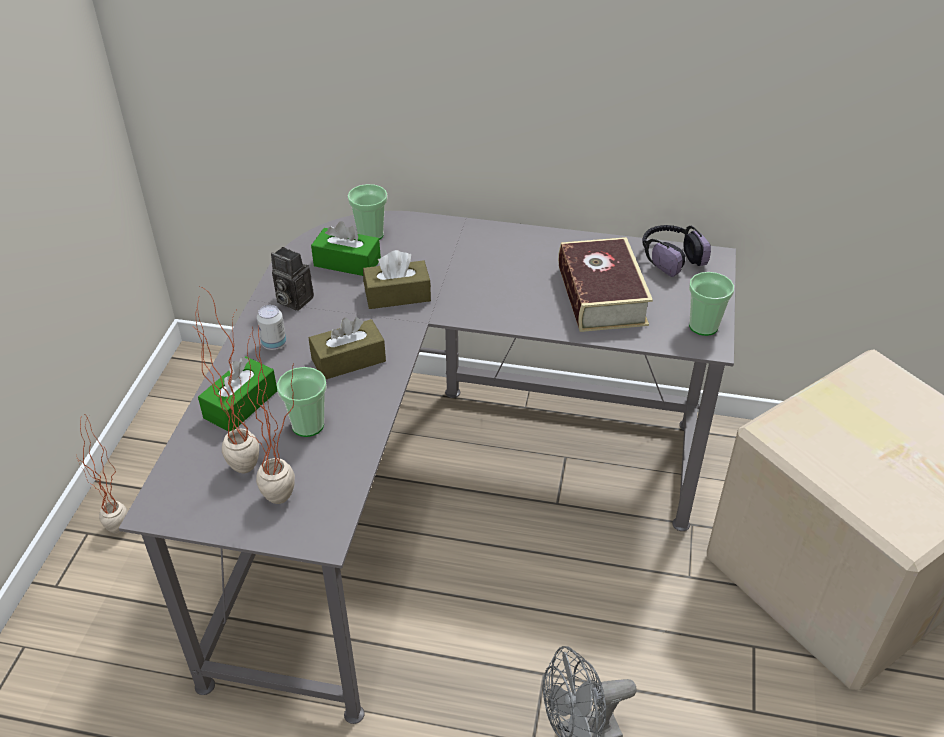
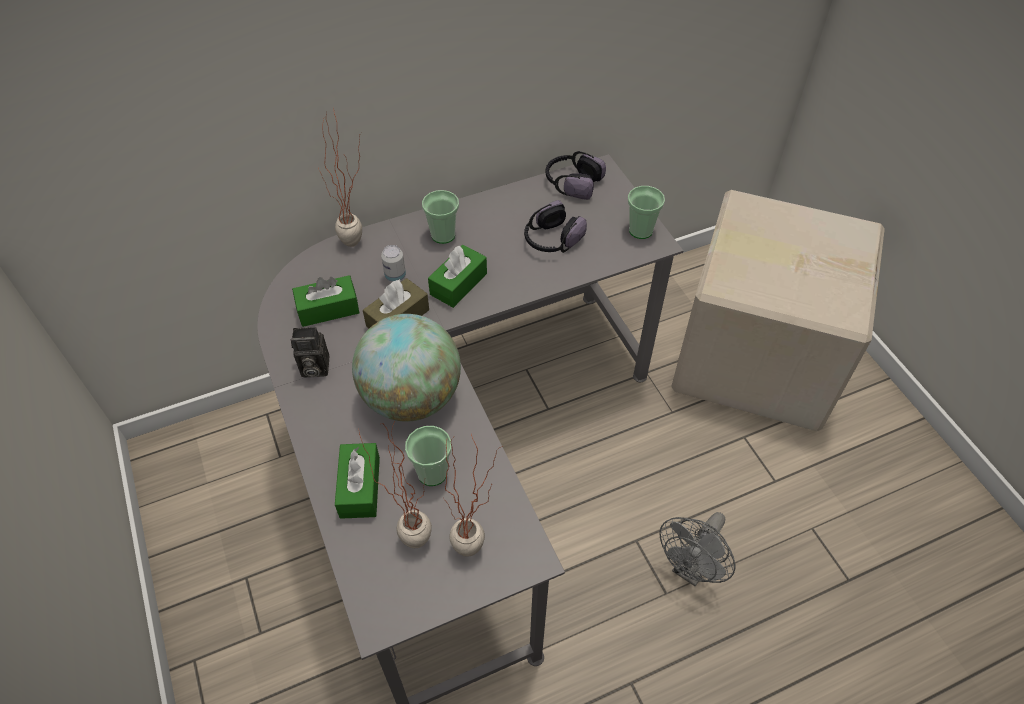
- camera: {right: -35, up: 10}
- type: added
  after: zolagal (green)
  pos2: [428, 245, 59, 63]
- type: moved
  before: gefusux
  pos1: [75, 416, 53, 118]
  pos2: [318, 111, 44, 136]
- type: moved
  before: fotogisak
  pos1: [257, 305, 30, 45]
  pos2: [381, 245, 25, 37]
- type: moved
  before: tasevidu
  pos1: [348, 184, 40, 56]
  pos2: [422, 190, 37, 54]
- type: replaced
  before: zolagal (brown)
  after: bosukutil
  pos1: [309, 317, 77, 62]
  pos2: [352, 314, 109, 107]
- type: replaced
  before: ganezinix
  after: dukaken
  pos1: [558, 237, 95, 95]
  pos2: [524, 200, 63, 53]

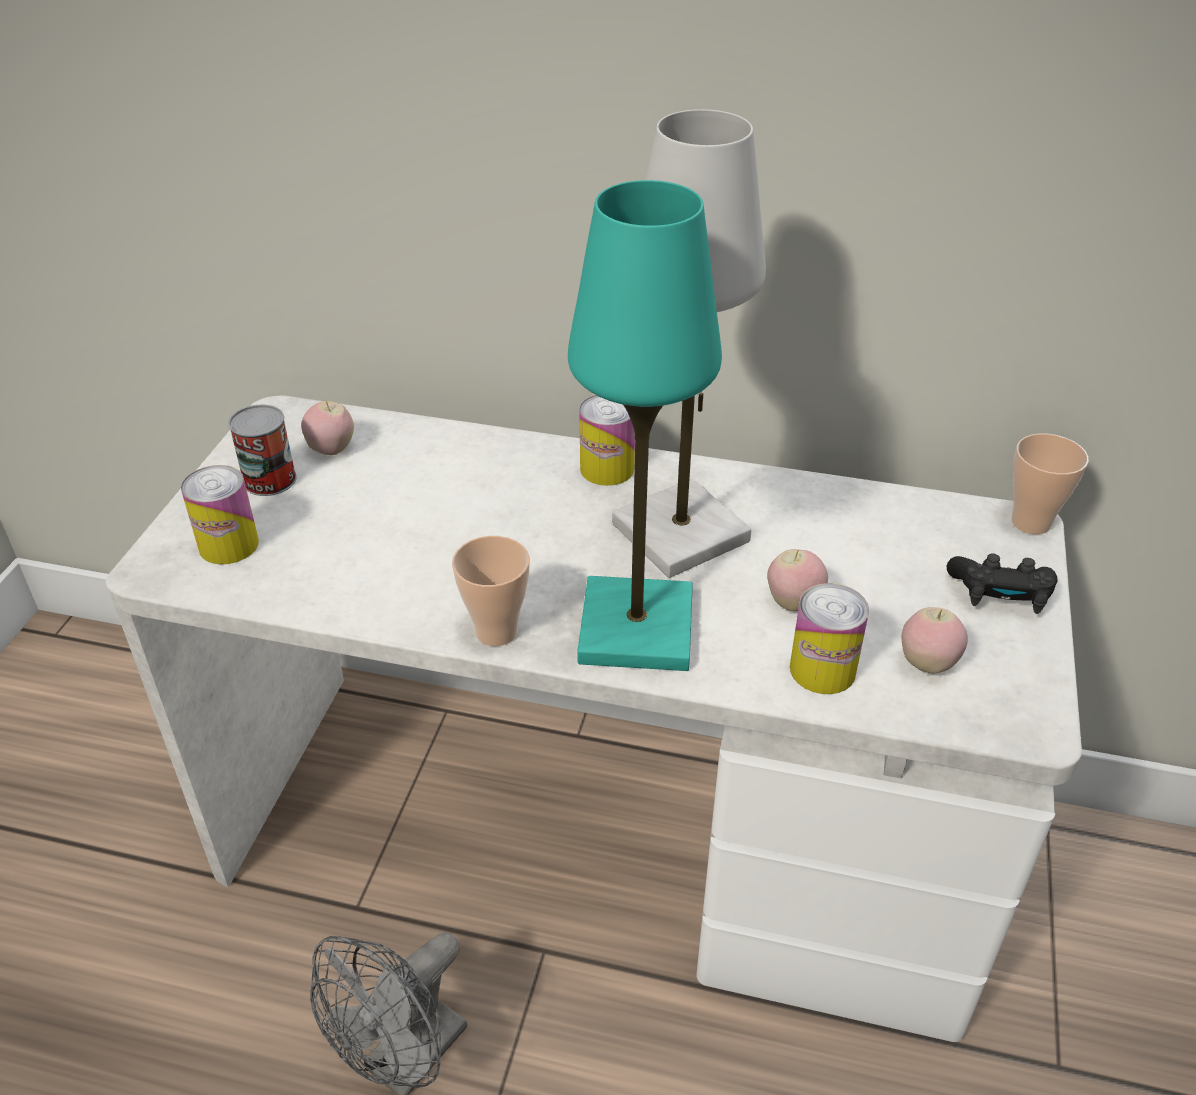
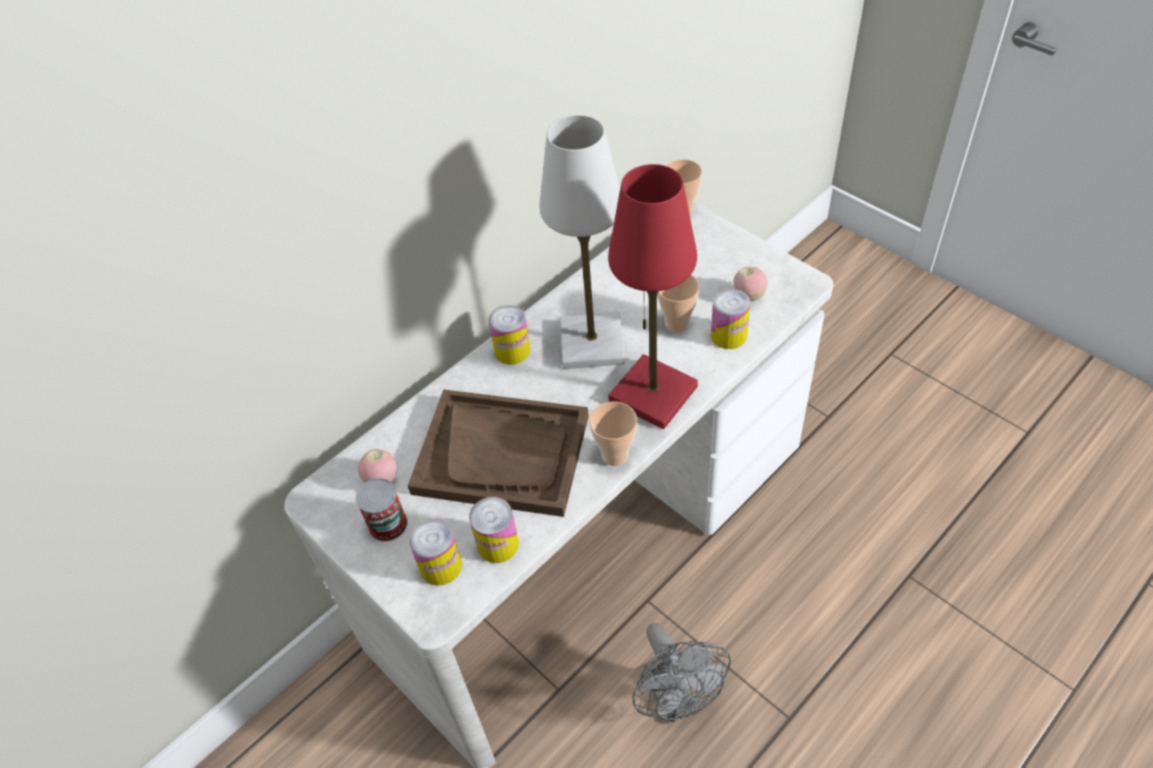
- camera: {right: -55, up: 10}
- type: removed
  before: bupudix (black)
  pos1: [947, 553, 111, 61]
- type: added
  after: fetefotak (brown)
  pos2: [408, 389, 181, 128]
- type: added
  after: fotogisak
  pos2: [469, 497, 50, 66]
- type: replaced
  before: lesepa
  after: tasevidu
  pos1: [767, 549, 61, 62]
  pos2: [657, 275, 43, 57]
- type: recoloured
  before: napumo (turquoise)
  after: napumo (red)
  pos1: [568, 180, 154, 491]
  pos2: [608, 164, 90, 265]

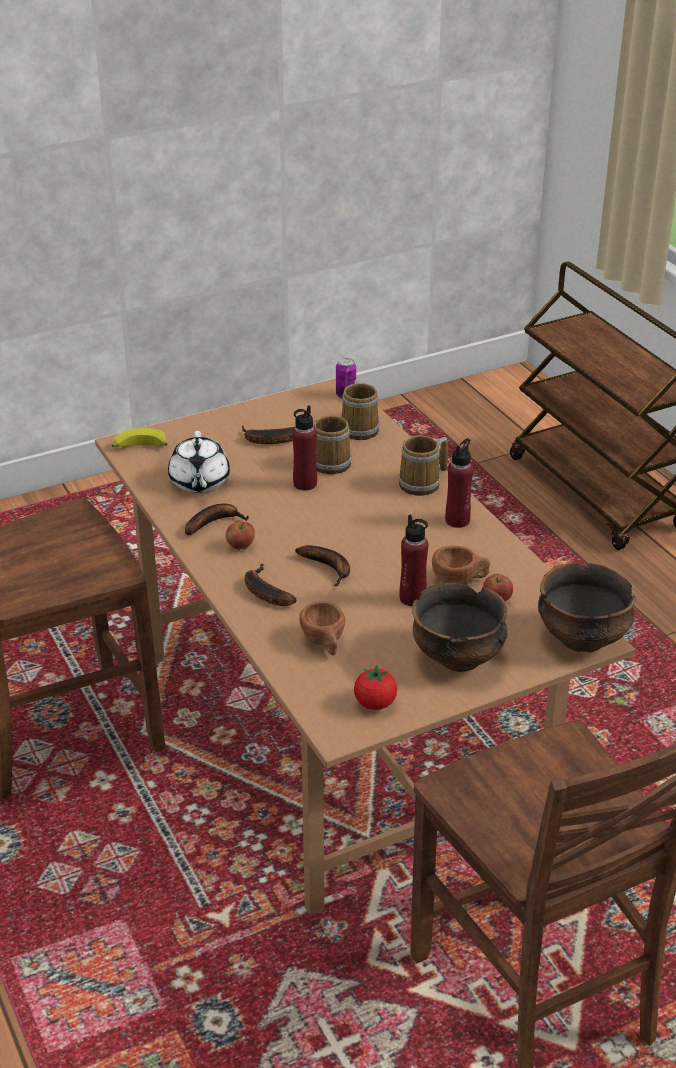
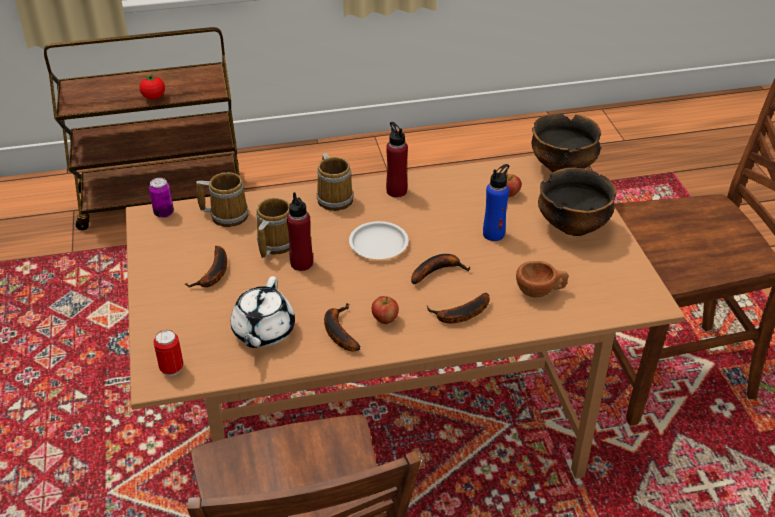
- camera: {right: -75, up: 5}
- type: removed
  before: tasevidu (brown)
  pos1: [432, 546, 58, 37]
- type: added
  after: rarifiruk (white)
  pos2: [349, 221, 60, 38]
- type: moved
  before: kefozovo
  pos1: [354, 665, 43, 45]
  pos2: [140, 74, 25, 25]
- type: replaced
  before: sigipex
  after: fotogisak
  pos1: [112, 428, 56, 19]
  pos2: [153, 330, 30, 46]
- type: recoloured
  before: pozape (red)
  after: pozape (blue)
  pos1: [399, 515, 29, 91]
  pos2: [483, 164, 26, 77]
- type: turned
  before: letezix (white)
  pos1: [168, 431, 62, 62]
  pos2: [231, 276, 64, 72]
  turn: 90

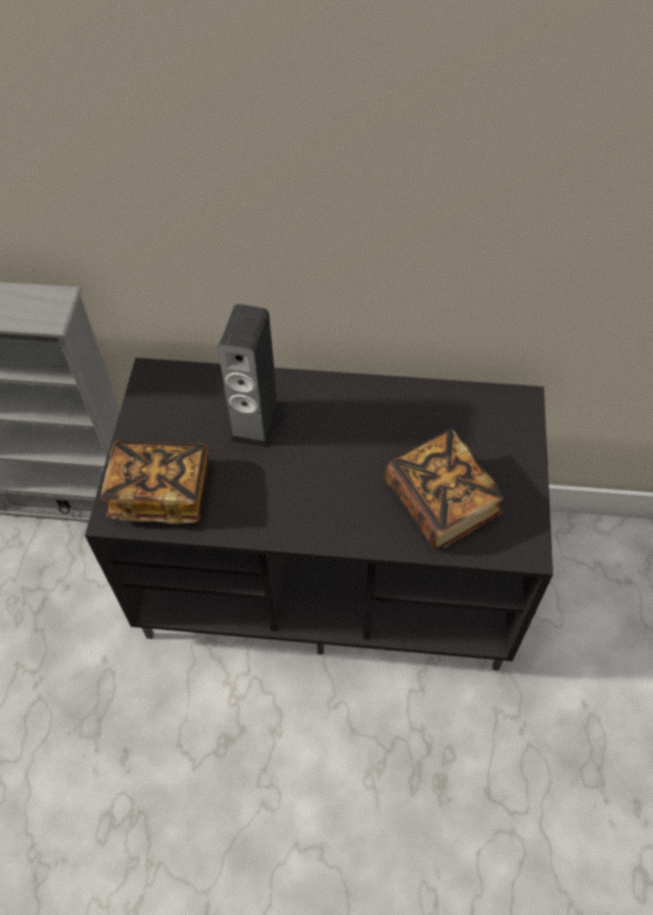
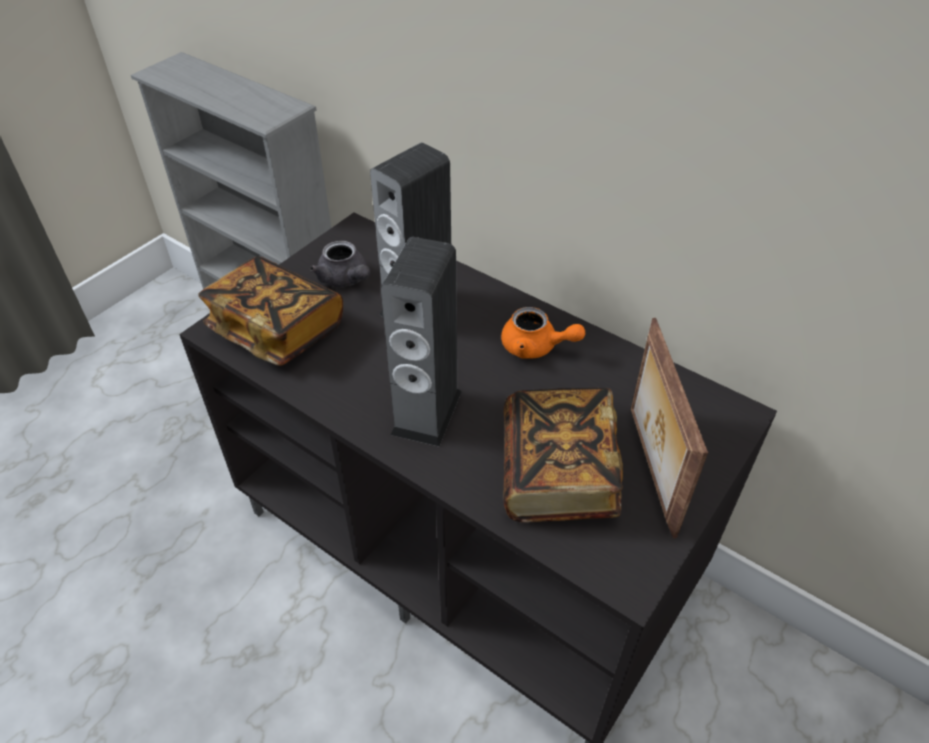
- camera: {right: 30, up: -10}
- type: added
  after: letezix (grey)
  pos2: [310, 241, 61, 46]
- type: added
  after: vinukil
  pos2: [381, 237, 81, 209]
- type: added
  after: letezix (orange)
  pos2: [501, 307, 84, 52]
- type: added
  after: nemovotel
  pos2: [631, 318, 77, 221]

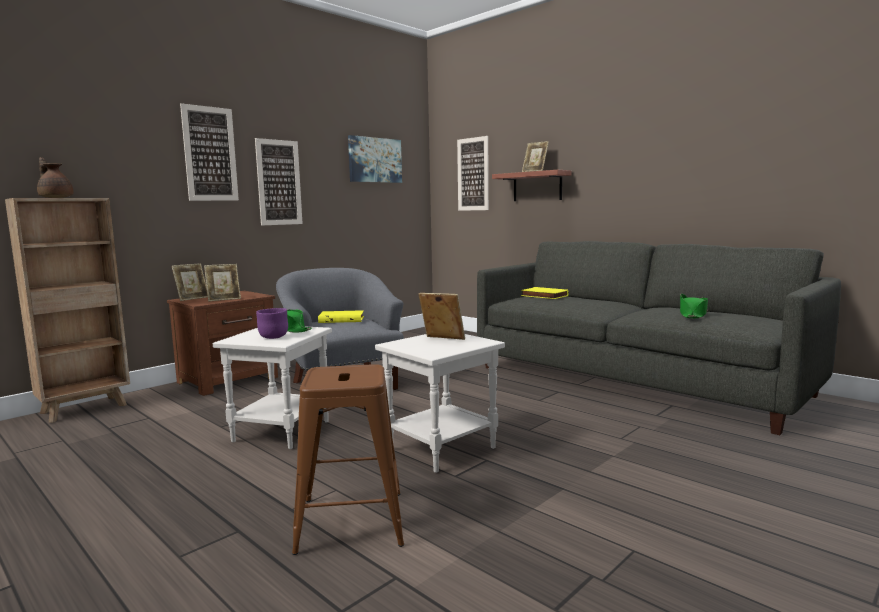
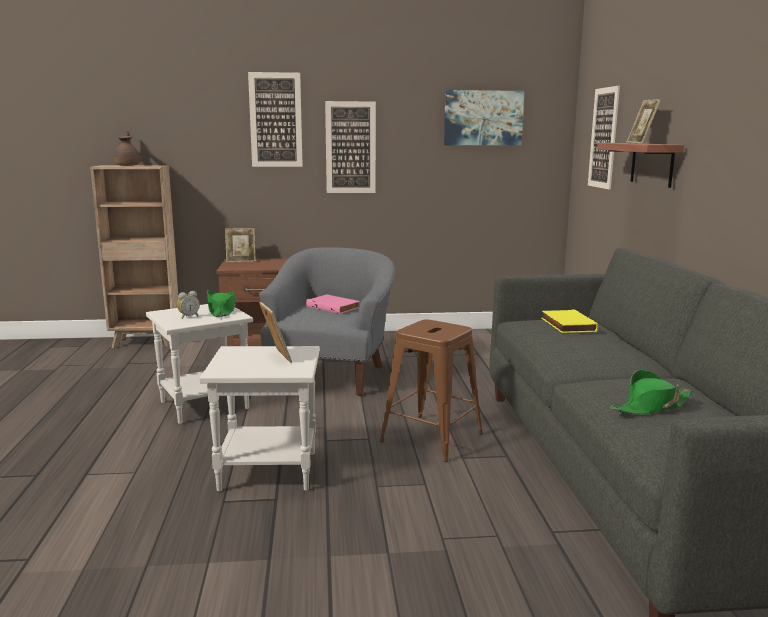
- camera: {right: 40, up: 5}
- type: removed
  before: nemovotel
  pos1: [204, 264, 37, 38]
- type: moved
  before: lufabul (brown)
  pos1: [292, 364, 112, 191]
  pos2: [380, 319, 103, 143]
- type: replaced
  before: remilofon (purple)
  after: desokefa
  pos1: [256, 308, 32, 31]
  pos2: [177, 291, 23, 28]
- type: recoloured
  before: ganezinix (yellow)
  after: ganezinix (pink)
  pos1: [318, 310, 46, 13]
  pos2: [306, 294, 54, 20]

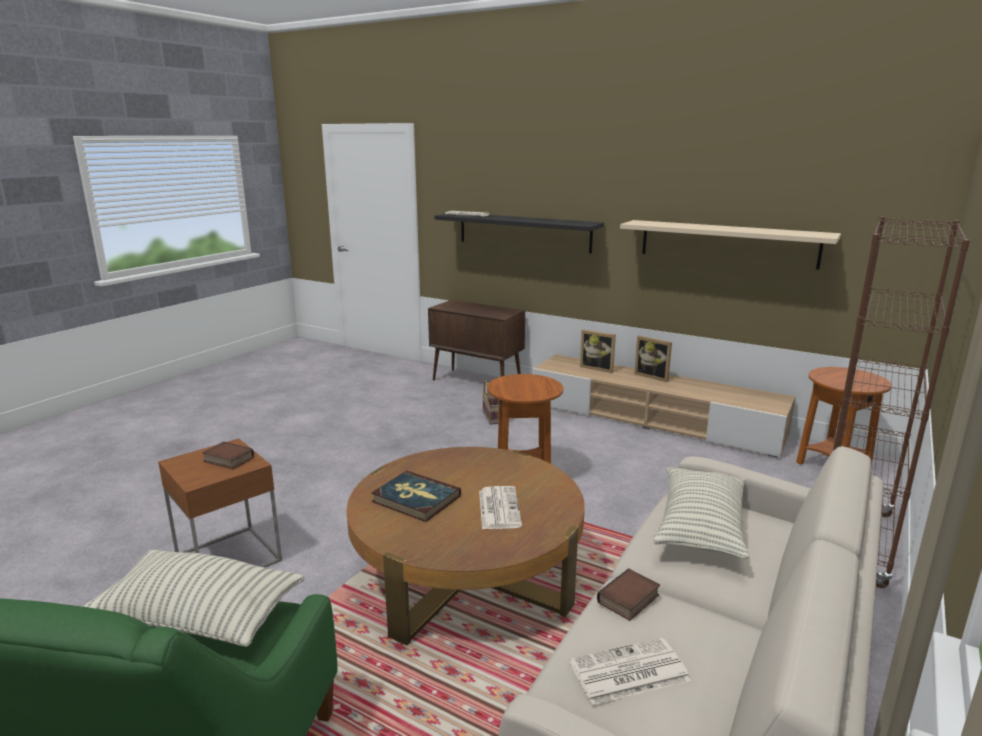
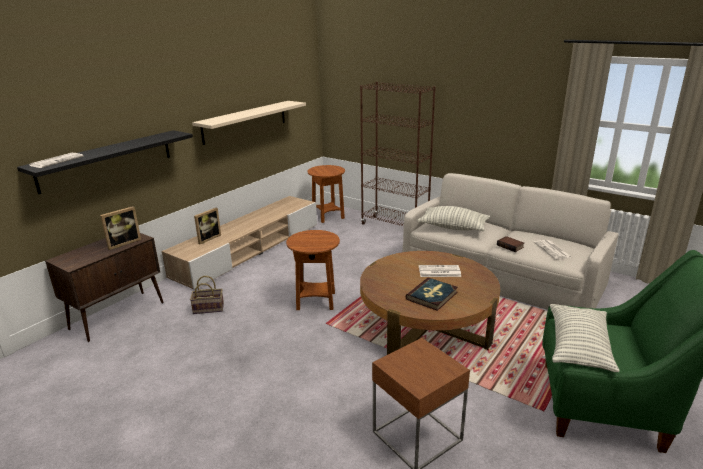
- camera: {right: -85, up: 5}
- type: removed
  before: ganezinix
  pos1: [202, 442, 52, 27]
- type: moved
  before: nemovotel
  pos1: [634, 336, 38, 46]
  pos2: [100, 206, 41, 44]

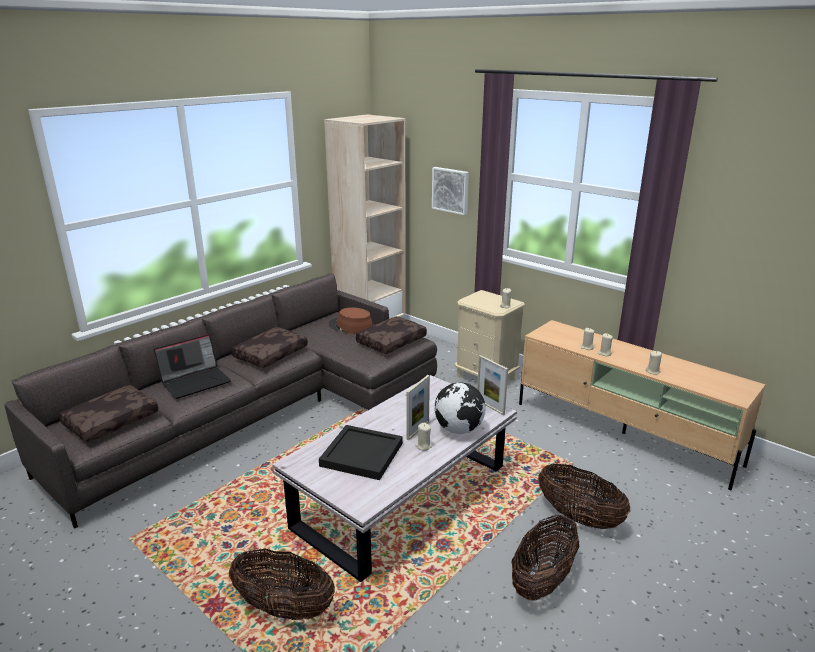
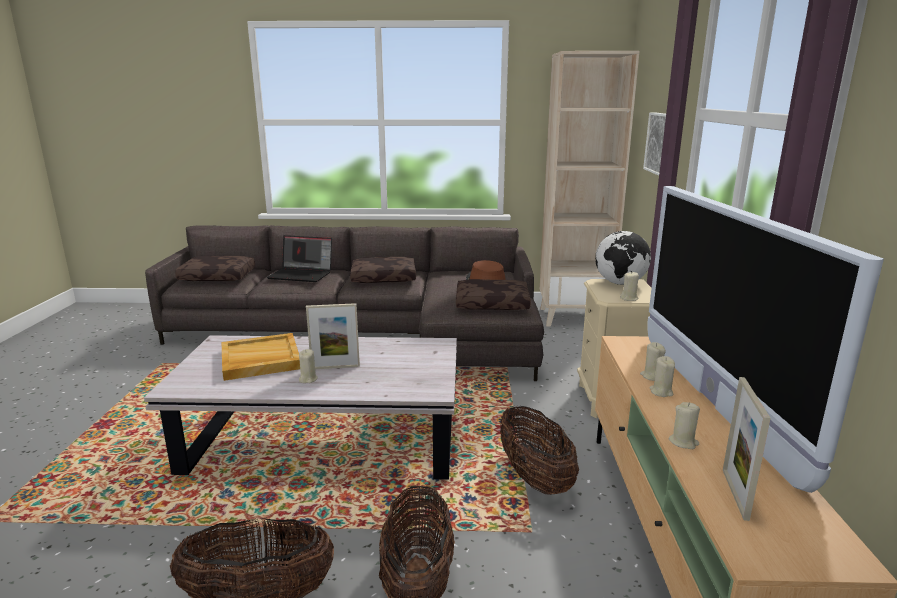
- camera: {right: 50, up: -5}
- type: added
  after: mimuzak
  pos2: [647, 186, 237, 307]
- type: moved
  before: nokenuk
  pos1: [229, 548, 106, 72]
  pos2: [500, 406, 79, 89]
- type: moved
  before: bosukutil
  pos1: [434, 382, 52, 52]
  pos2: [595, 231, 56, 54]
- type: moved
  before: nemovotel
  pos1: [477, 355, 31, 60]
  pos2: [723, 377, 48, 144]
- type: recoloured
  before: fetefotak (black)
  after: fetefotak (beige)
  pos1: [319, 425, 84, 55]
  pos2: [222, 333, 78, 48]

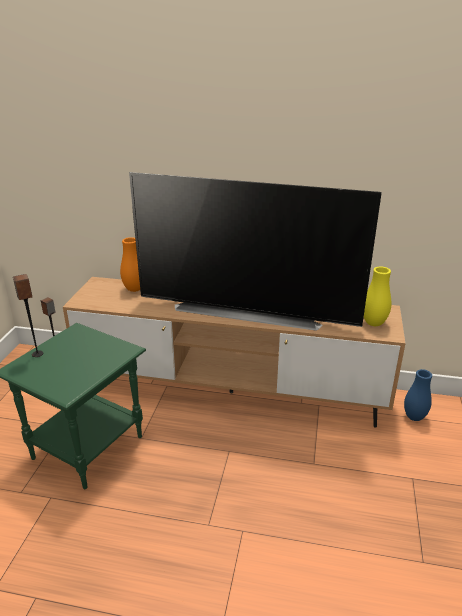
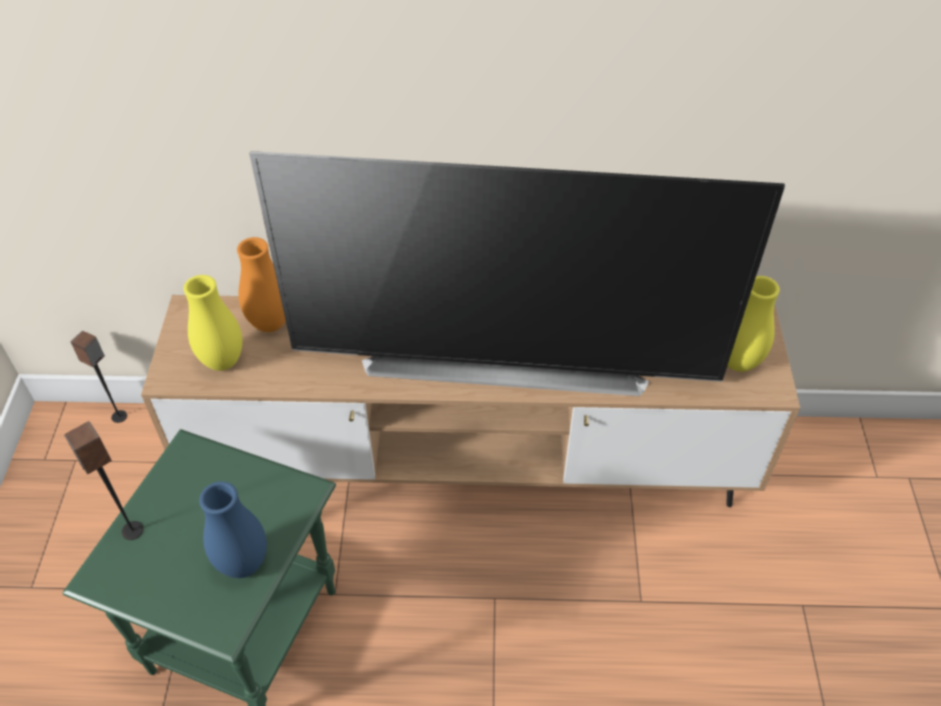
- camera: {right: -10, up: 20}
- type: added
  after: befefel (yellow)
  pos2: [184, 275, 58, 96]
- type: moved
  before: befefel (blue)
  pos1: [404, 369, 28, 52]
  pos2: [199, 481, 68, 97]

